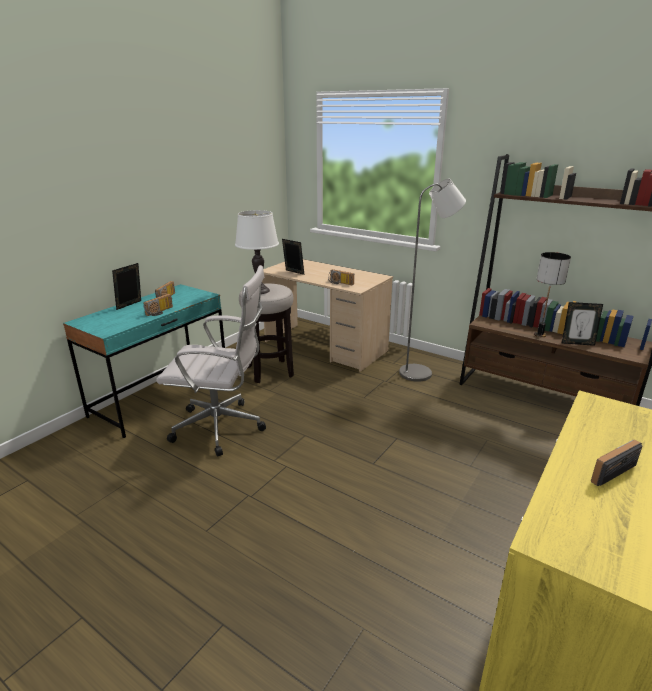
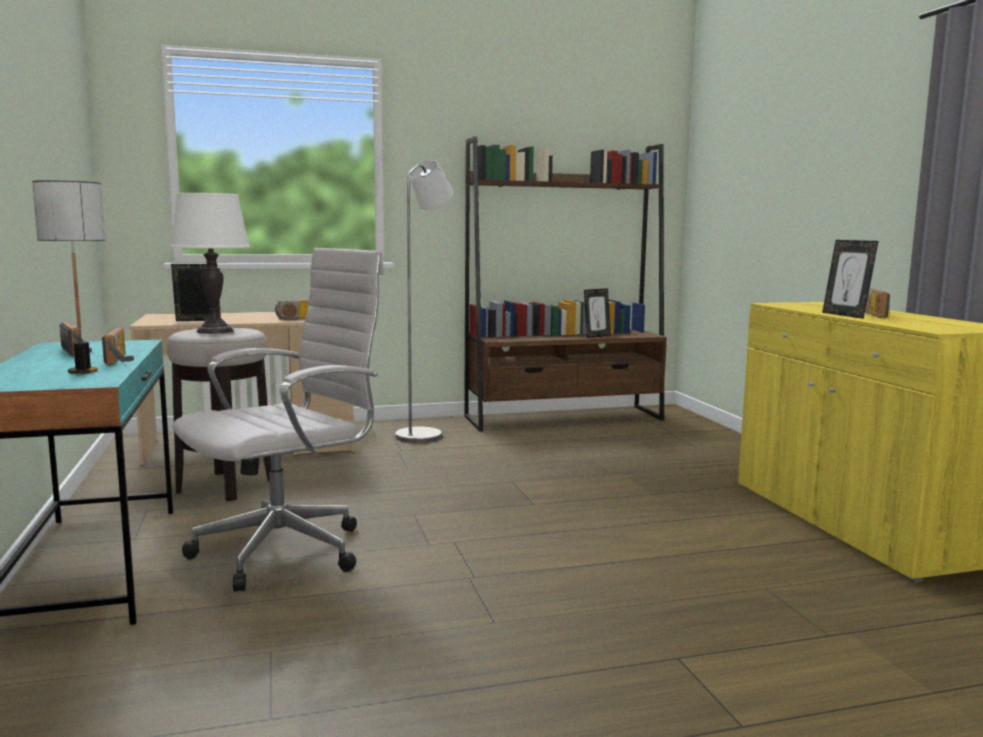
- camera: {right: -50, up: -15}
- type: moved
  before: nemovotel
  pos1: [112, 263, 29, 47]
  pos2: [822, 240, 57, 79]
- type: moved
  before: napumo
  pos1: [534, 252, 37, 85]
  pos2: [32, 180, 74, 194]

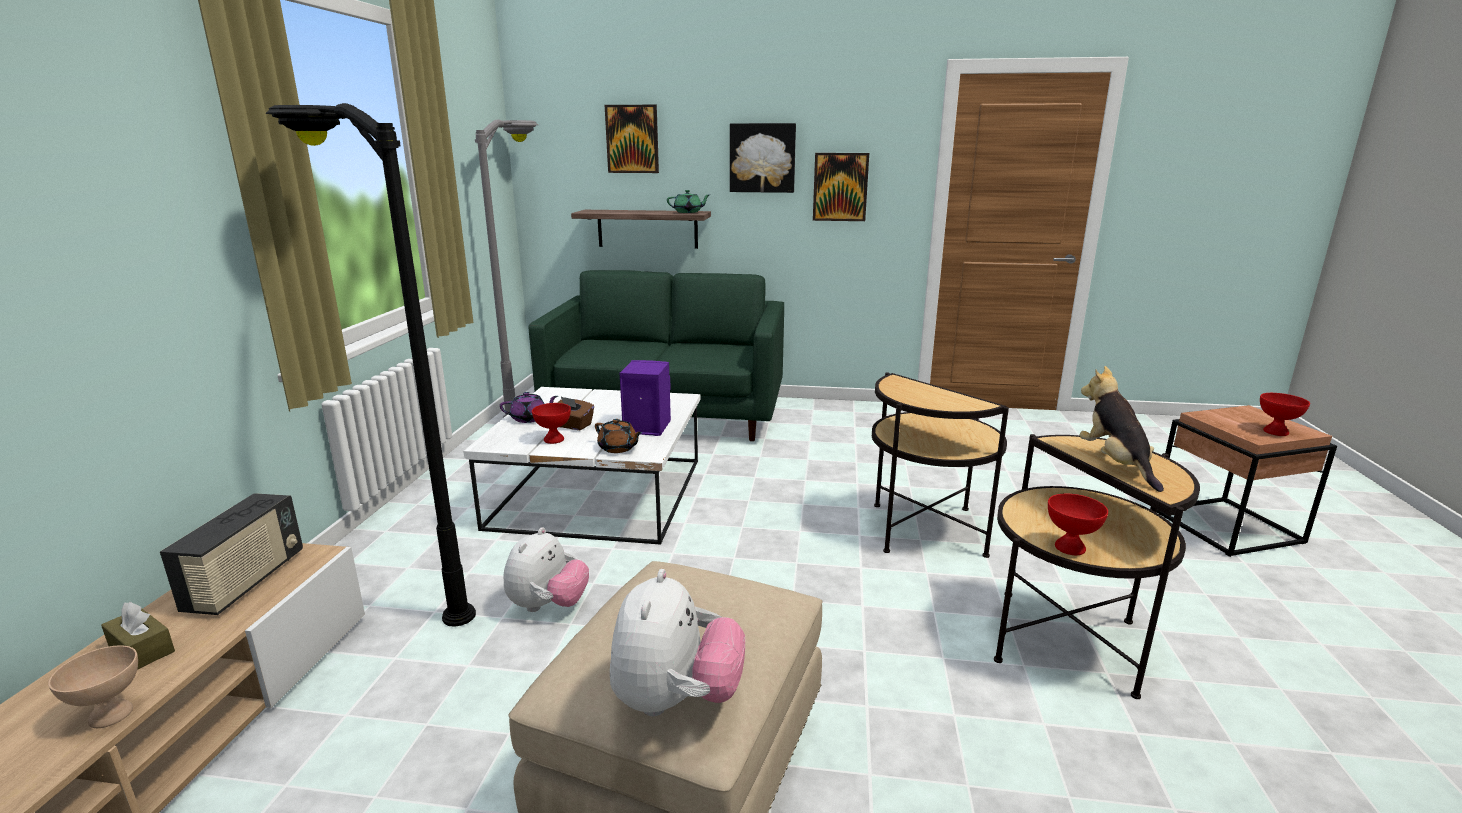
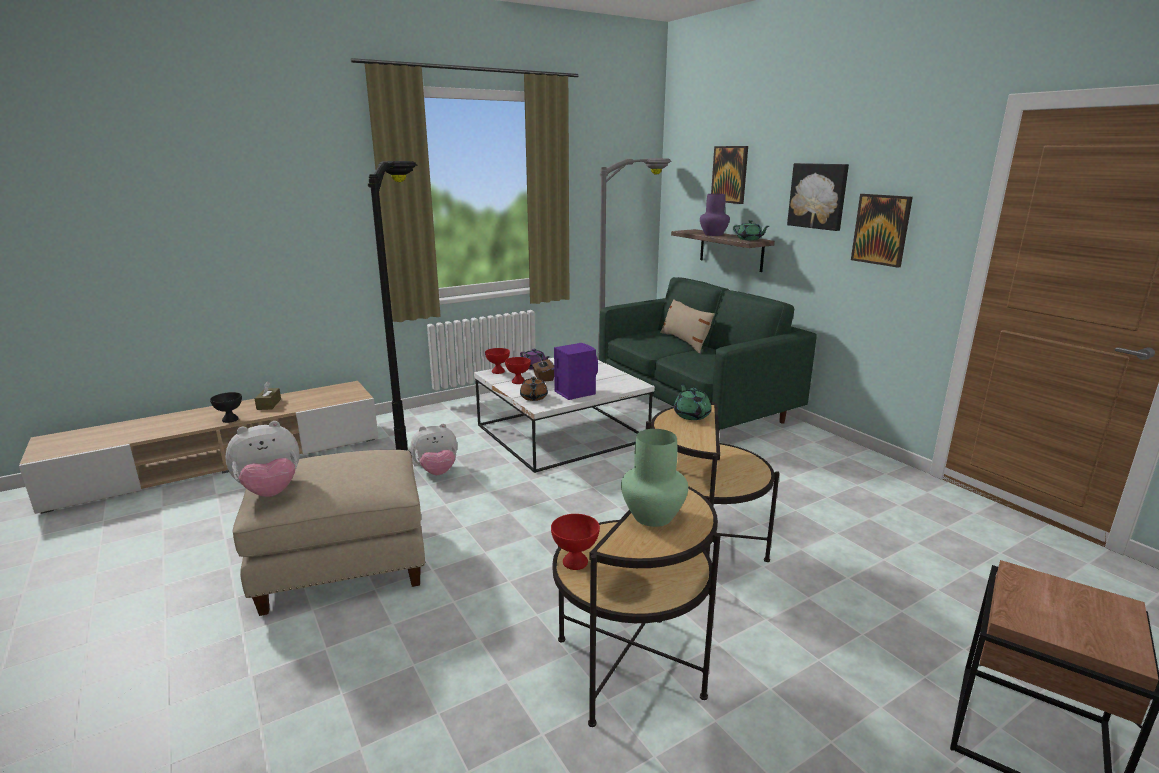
- camera: {right: 50, up: 0}
- type: removed
  before: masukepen
  pos1: [160, 493, 143, 122]
- type: added
  after: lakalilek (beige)
  pos2: [660, 299, 55, 54]
- type: added
  after: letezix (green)
  pos2: [674, 384, 37, 36]
- type: added
  after: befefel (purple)
  pos2: [700, 194, 30, 42]
- type: moved
  before: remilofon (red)
  pos1: [1260, 393, 50, 43]
  pos2: [485, 348, 25, 26]
- type: replaced
  before: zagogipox
  after: befefel (green)
  pos1: [1080, 366, 84, 126]
  pos2: [621, 429, 67, 98]
- type: recoloured
  before: remilofon (beige)
  after: remilofon (black)
  pos1: [48, 645, 90, 83]
  pos2: [210, 392, 32, 31]

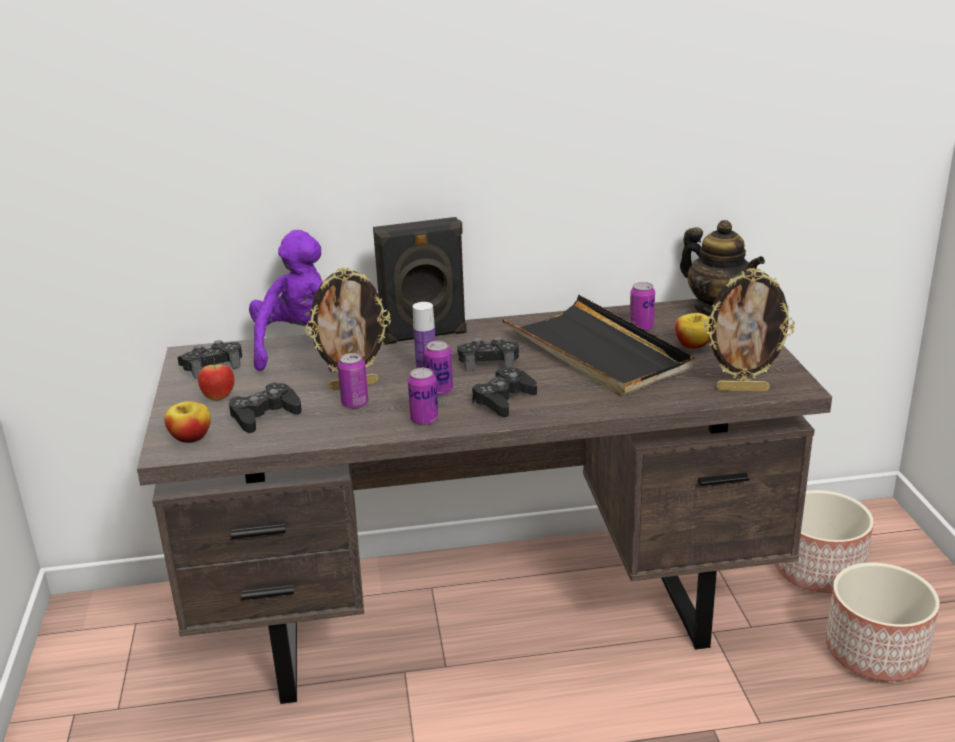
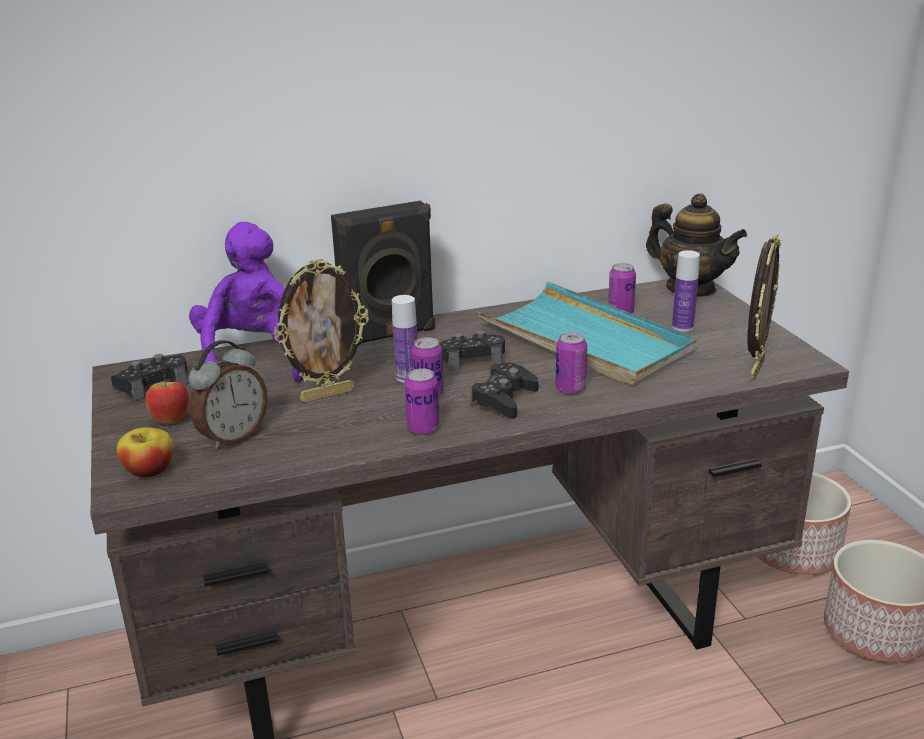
- camera: {right: -10, up: 0}
- type: moved
  before: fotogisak
  pos1: [338, 353, 31, 56]
  pos2: [555, 332, 32, 62]
- type: replaced
  before: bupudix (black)
  after: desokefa
  pos1: [229, 382, 73, 51]
  pos2: [189, 340, 79, 110]
- type: replaced
  before: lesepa
  after: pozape
  pos1: [675, 313, 35, 36]
  pos2: [672, 250, 28, 82]
- type: recoloured
  before: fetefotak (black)
  after: fetefotak (turquoise)
  pos1: [502, 295, 193, 101]
  pos2: [475, 281, 222, 105]
- type: turned
  before: nemovotel
  pos1: [703, 268, 92, 124]
  pos2: [747, 234, 34, 147]
  turn: -60

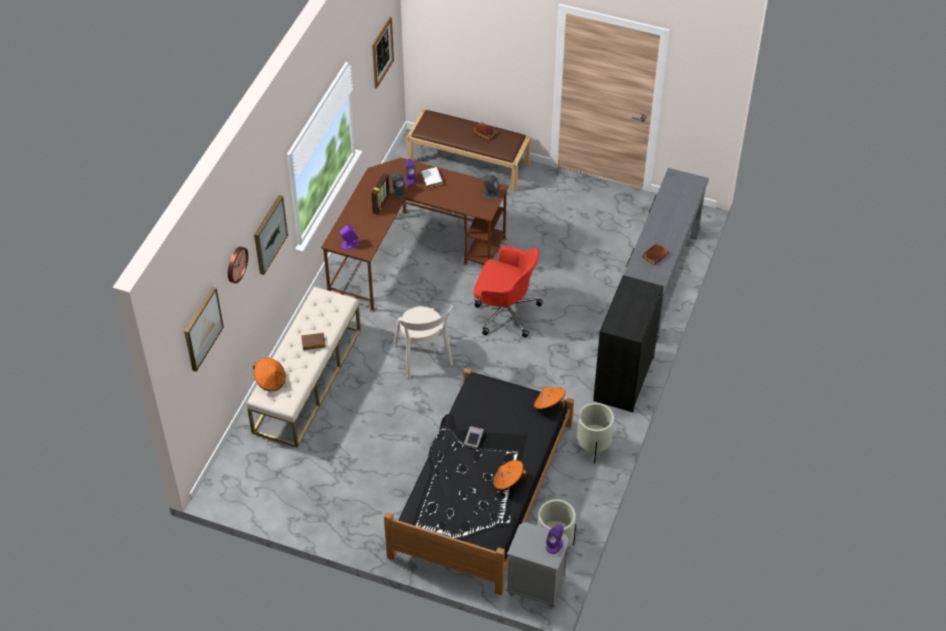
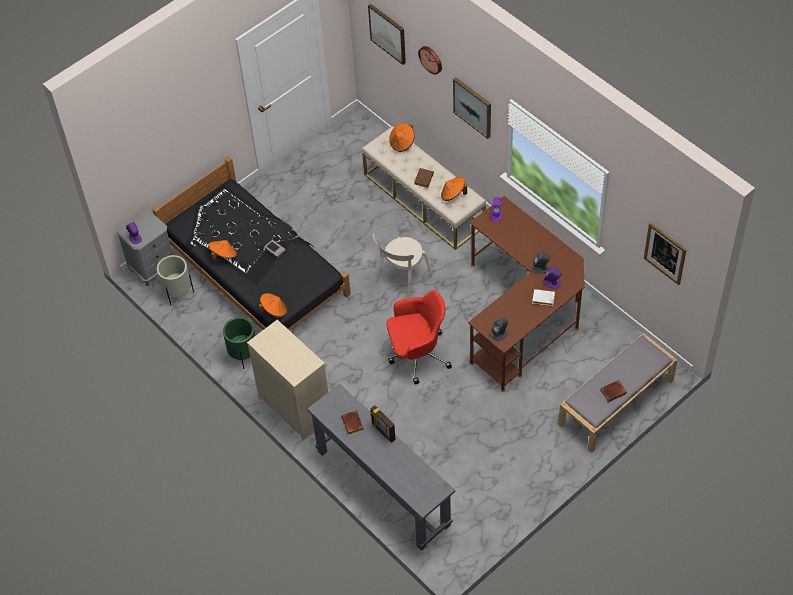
- camera: {right: 120, up: 5}
- type: added
  after: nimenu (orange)
  pos2: [441, 177, 26, 24]
- type: moved
  before: nemovotel
  pos1: [371, 173, 19, 41]
  pos2: [370, 405, 26, 38]
- type: recoloured
  before: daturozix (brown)
  after: daturozix (grey)
  pos1: [406, 109, 125, 83]
  pos2: [558, 333, 120, 120]
- type: recoloured
  before: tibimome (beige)
  after: tibimome (green)
  pos1: [577, 403, 37, 60]
  pos2: [223, 317, 32, 52]
- type: recoloured
  before: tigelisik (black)
  after: tigelisik (beige)
  pos1: [593, 275, 71, 137]
  pos2: [247, 320, 81, 121]
- type: turned
  before: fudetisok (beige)
  pos1: [393, 305, 60, 73]
  pos2: [373, 232, 60, 67]
  turn: -60
- type: turned
  before: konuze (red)
  pos1: [474, 246, 69, 92]
  pos2: [386, 290, 66, 94]
  turn: -150

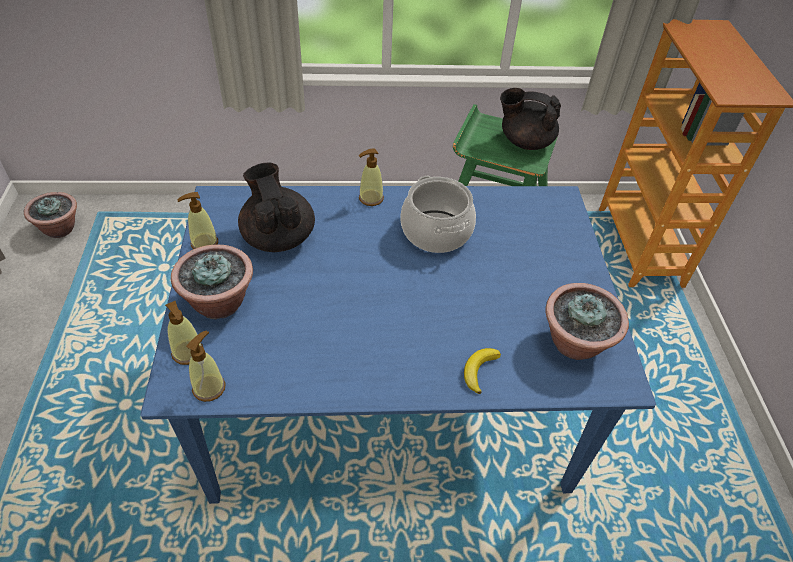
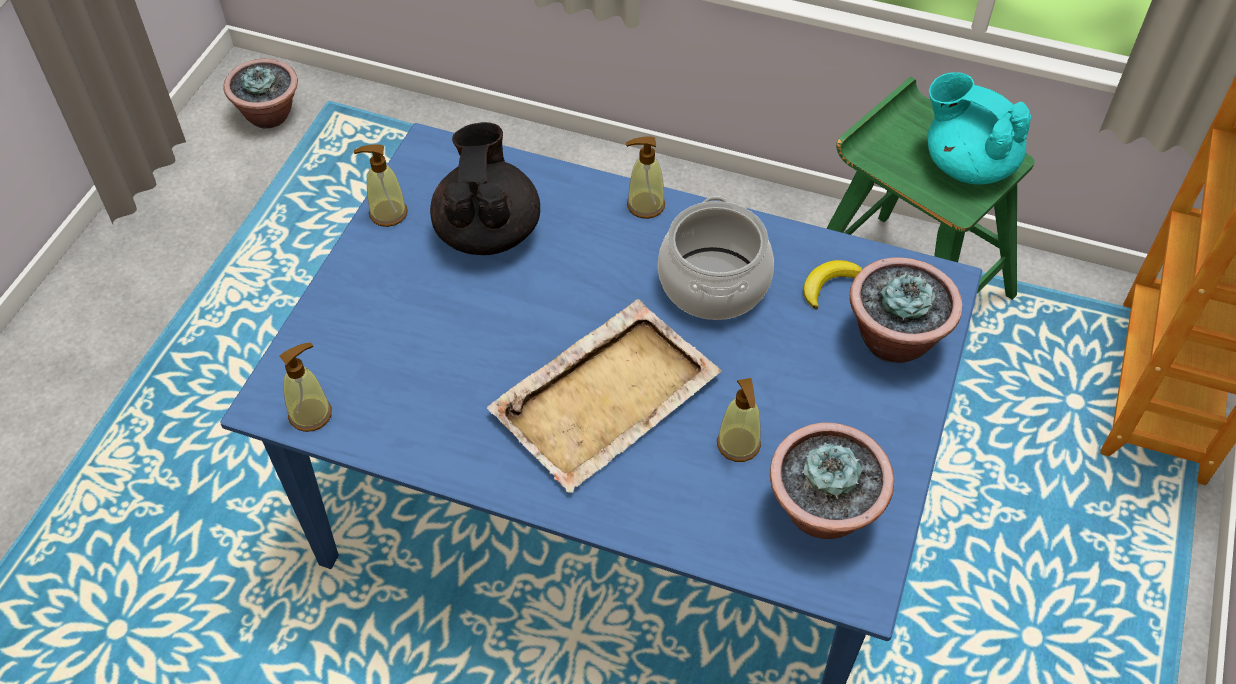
- camera: {right: 25, up: 5}
- type: added
  after: fetefotak (beige)
  pos2: [487, 299, 234, 194]
- type: moved
  before: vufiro
  pos1: [165, 301, 38, 64]
  pos2: [717, 378, 44, 84]
- type: moved
  before: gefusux
  pos1: [171, 245, 82, 75]
  pos2: [850, 257, 112, 106]
- type: moved
  before: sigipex
  pos1: [464, 348, 37, 46]
  pos2: [803, 260, 59, 49]
- type: recoloured
  before: letezix (black)
  after: letezix (turquoise)
  pos1: [500, 88, 61, 62]
  pos2: [928, 72, 103, 113]

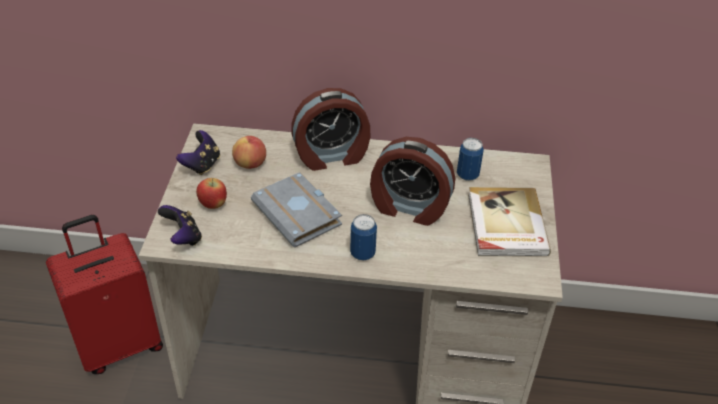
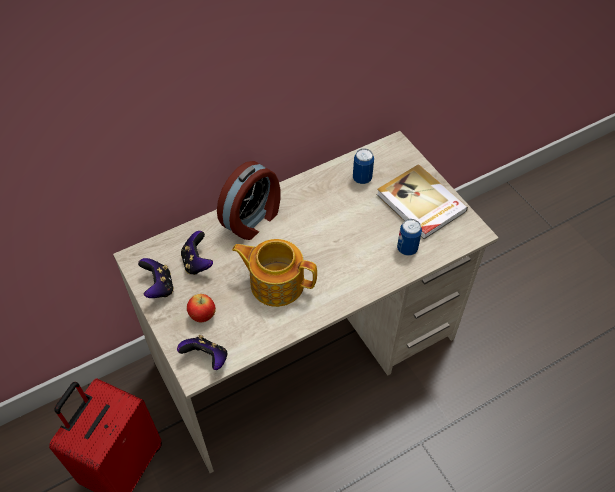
- camera: {right: -35, up: 10}
- type: removed
  before: desokefa
  pos1: [370, 137, 85, 89]
- type: moved
  before: fotogisak
  pos1: [350, 214, 27, 47]
  pos2: [397, 219, 25, 37]
- type: replaced
  before: lesepa
  after: bupudix
  pos1: [232, 136, 34, 33]
  pos2: [181, 231, 32, 44]
- type: replaced
  before: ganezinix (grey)
  after: letezix
  pos1: [251, 172, 91, 76]
  pos2: [232, 239, 85, 68]

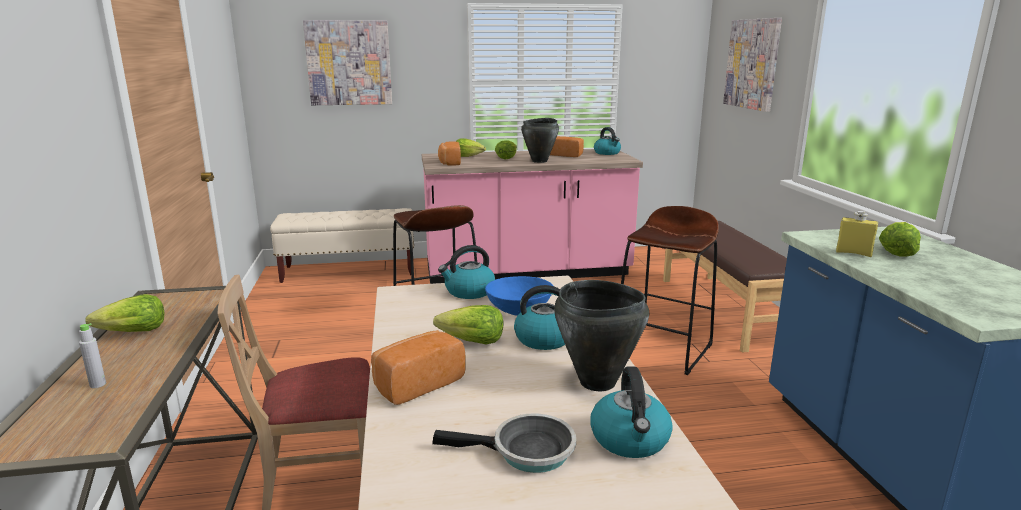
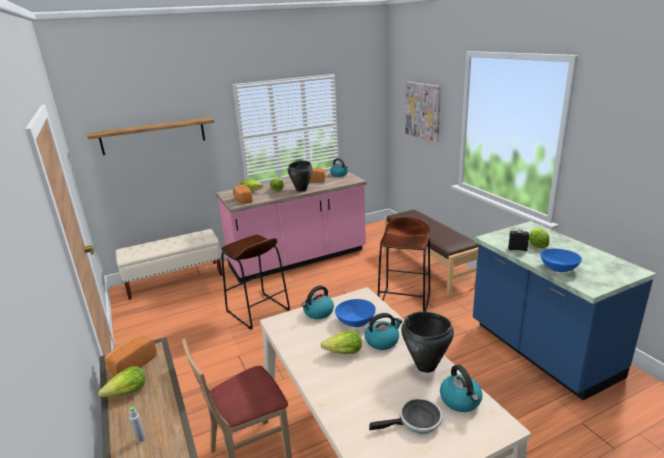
- camera: {right: -15, up: 5}
- type: added
  after: remilofon (blue)
  pos2: [540, 248, 42, 24]
- type: moved
  before: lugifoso
  pos1: [371, 330, 94, 75]
  pos2: [104, 335, 53, 41]
- type: replaced
  before: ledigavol
  after: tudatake
  pos1: [303, 20, 89, 85]
  pos2: [87, 117, 127, 38]
- type: recoloured
  before: pozape (yellow)
  after: pozape (black)
  pos1: [836, 211, 42, 46]
  pos2: [508, 227, 21, 24]

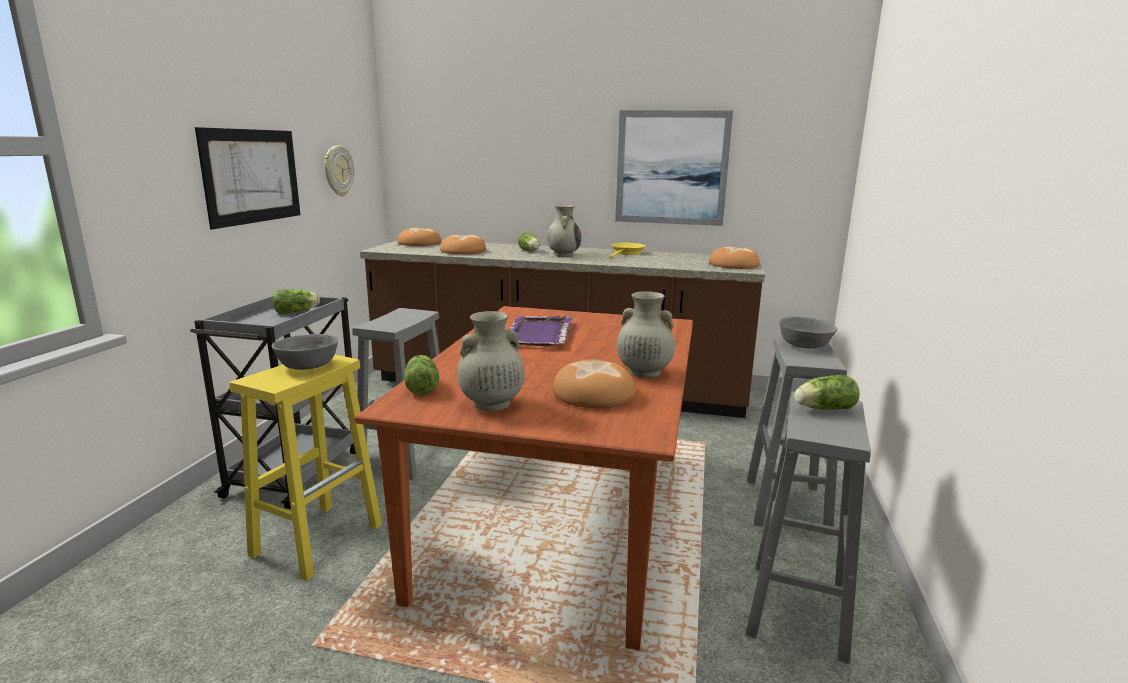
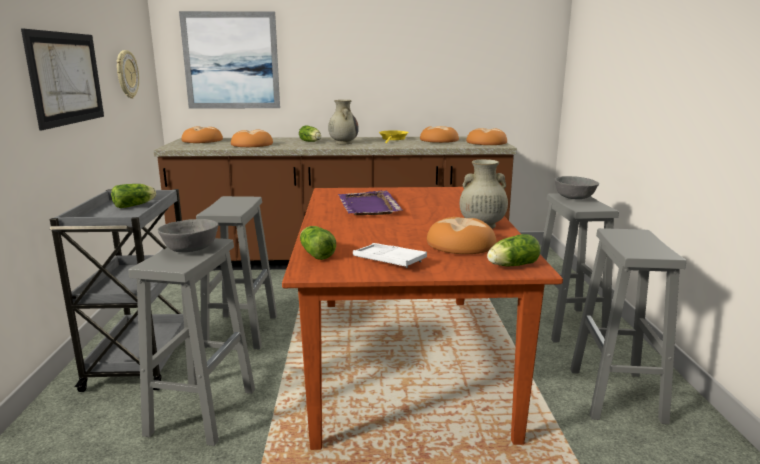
- camera: {right: -15, up: 0}
- type: added
  after: lugifoso
  pos2: [420, 126, 39, 17]
- type: moved
  before: ledigavol
  pos1: [615, 110, 118, 116]
  pos2: [179, 11, 101, 98]
- type: moved
  before: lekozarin
  pos1: [794, 375, 66, 35]
  pos2: [487, 234, 54, 32]
- type: replaced
  before: befefel (beige)
  after: fetefotak (white)
  pos1: [457, 311, 68, 100]
  pos2: [353, 243, 74, 25]
- type: recoloured
  before: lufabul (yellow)
  after: lufabul (grey)
  pos1: [229, 355, 153, 226]
  pos2: [128, 238, 127, 208]

